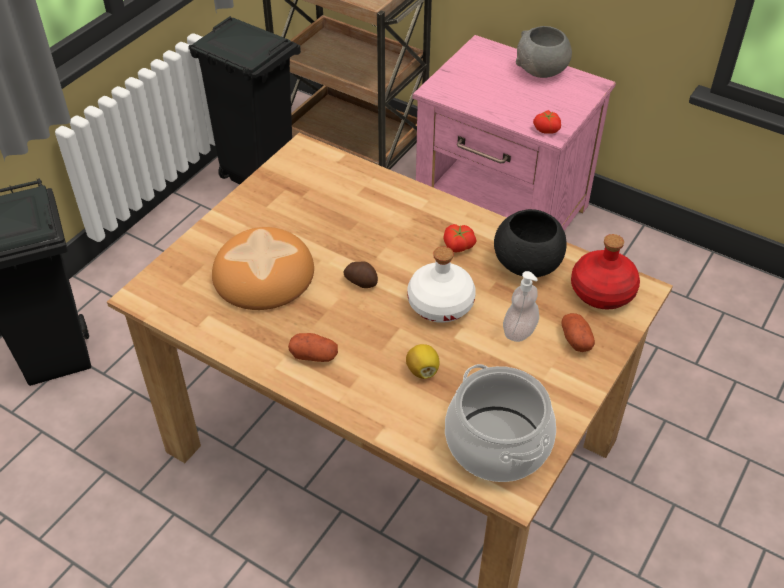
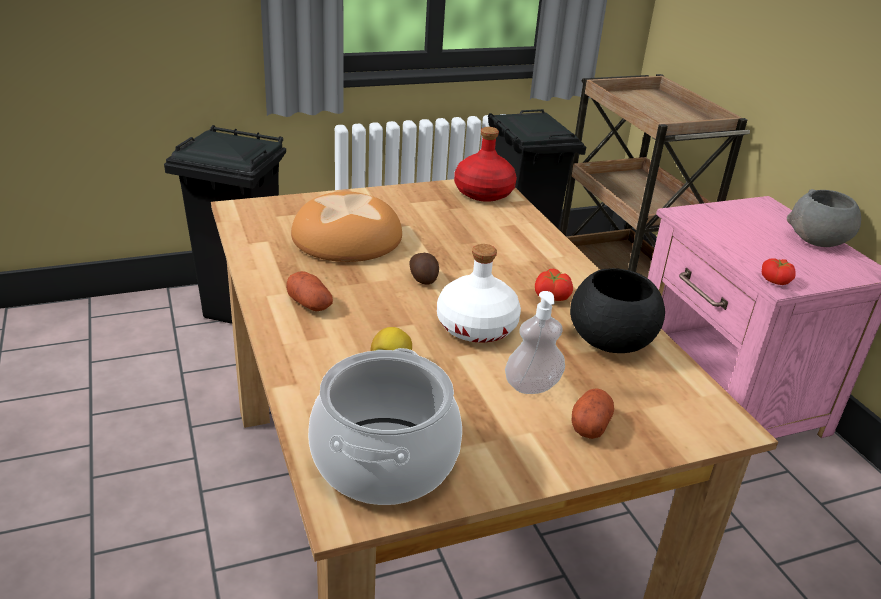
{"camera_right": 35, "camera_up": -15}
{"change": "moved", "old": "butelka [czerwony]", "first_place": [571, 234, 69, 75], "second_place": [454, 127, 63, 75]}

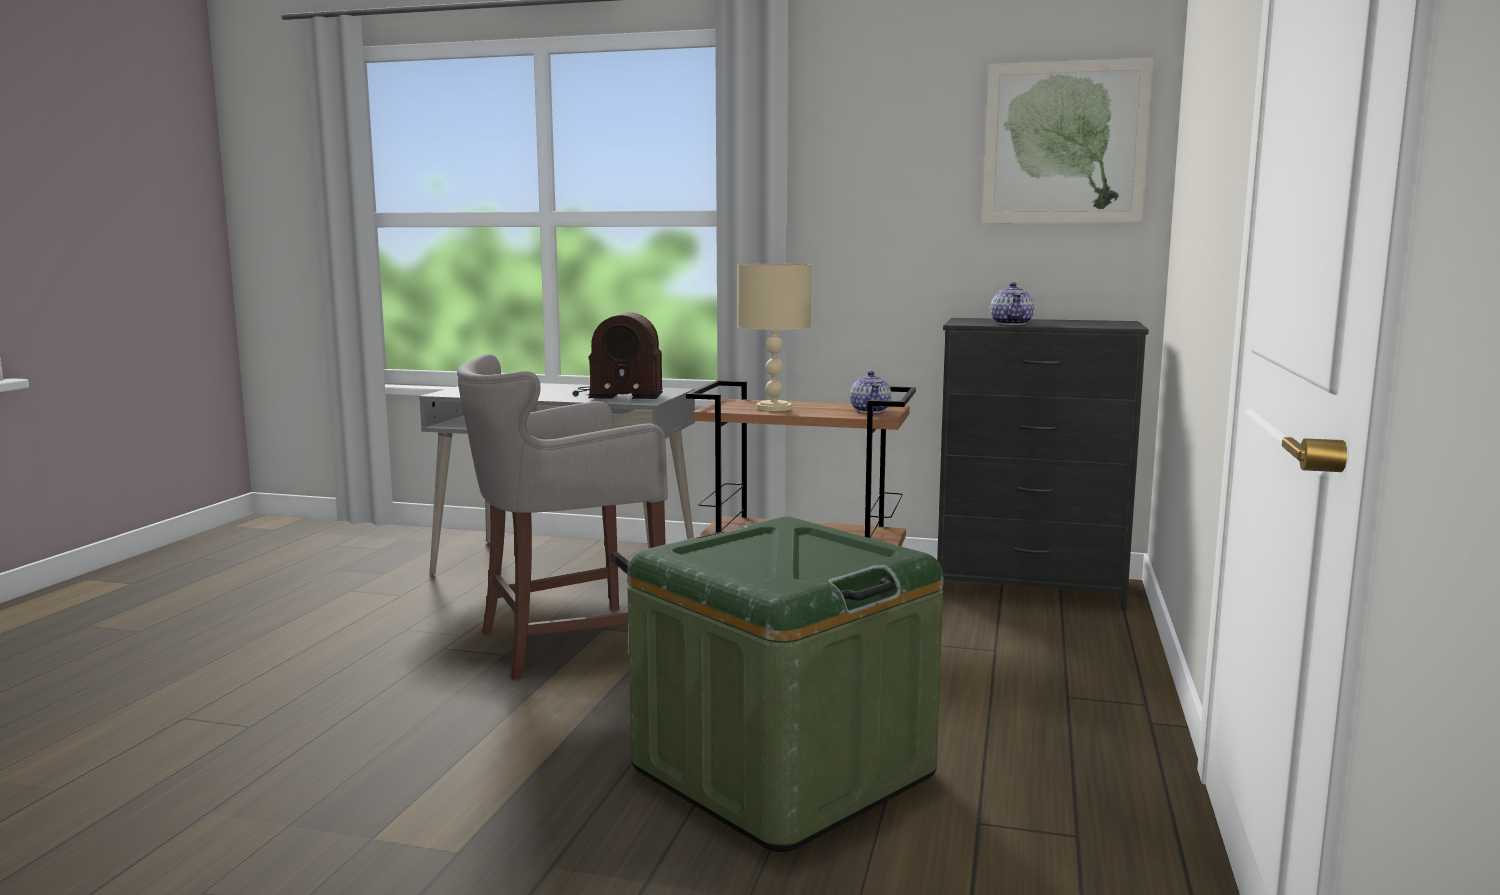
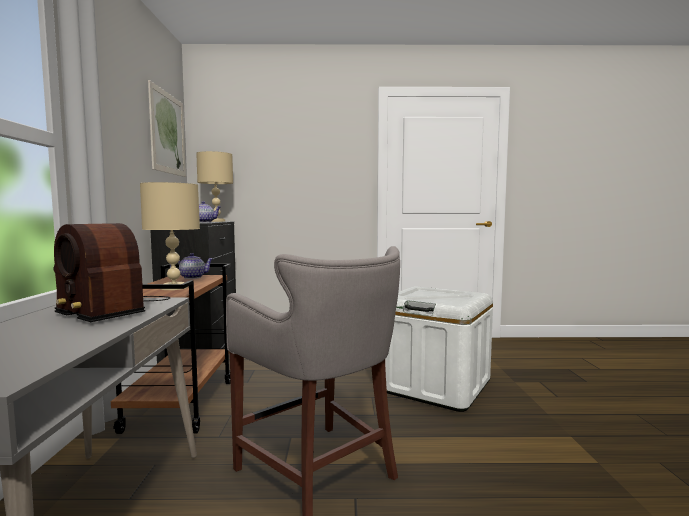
{"camera_right": -105, "camera_up": -5}
{"change": "turned", "old": "radio", "first_place": [573, 312, 90, 87], "second_place": [53, 223, 117, 99], "degrees": 135}
{"change": "recoloured", "old": "pojemnik do przechowywania [zielony]", "new": "pojemnik do przechowywania [biały]", "first_place": [627, 517, 317, 335], "second_place": [385, 286, 108, 126]}
{"change": "added", "new": "lampa stołowa [beżowy]", "second_place": [196, 151, 37, 71]}

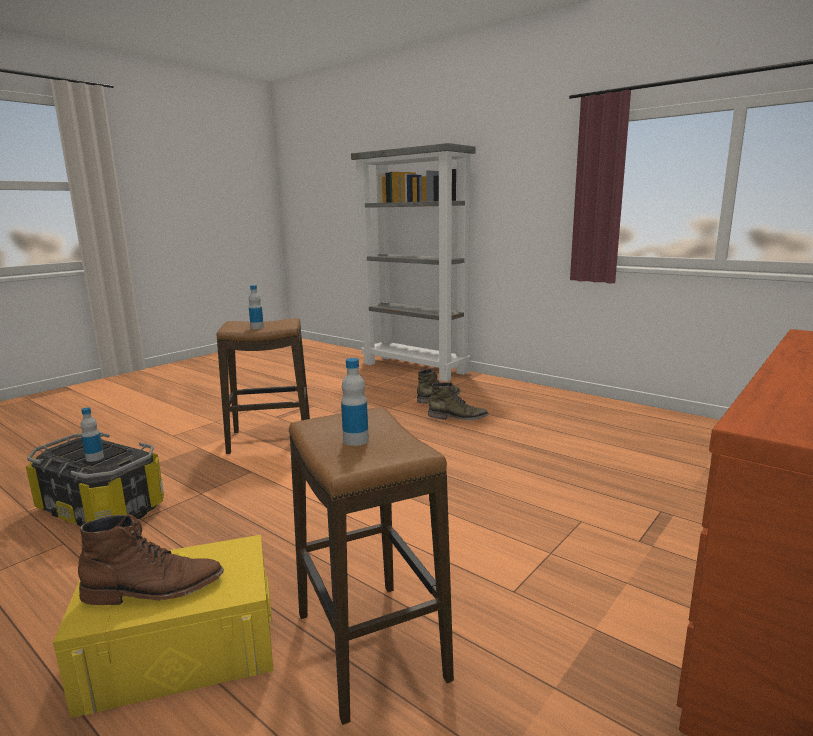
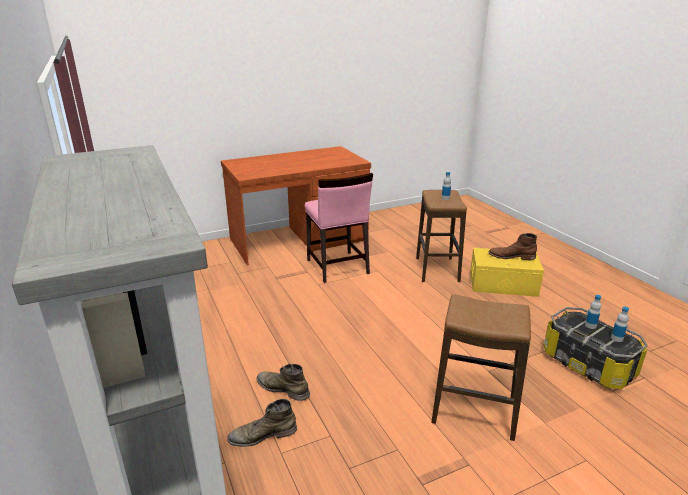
{"camera_right": -155, "camera_up": 10}
{"change": "moved", "old": "butelka", "first_place": [249, 285, 15, 44], "second_place": [611, 306, 18, 36]}
{"change": "added", "new": "krzesło [różowy]", "second_place": [305, 173, 68, 110]}

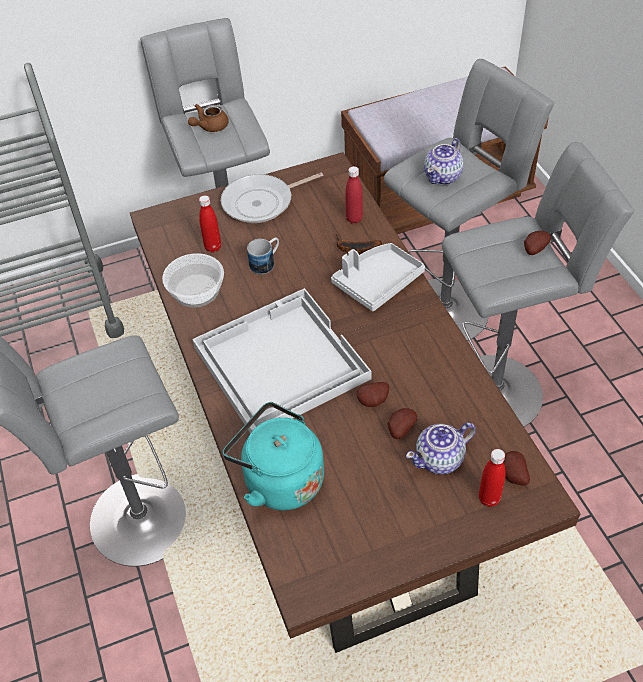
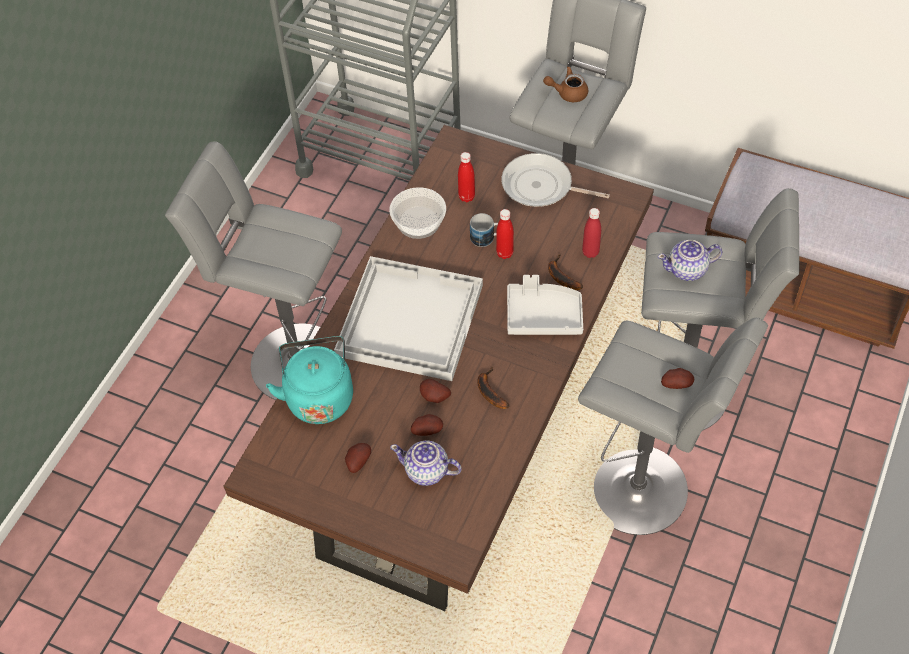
{"camera_right": 45, "camera_up": 5}
{"change": "moved", "old": "butelka [czerwony]", "first_place": [479, 449, 27, 58], "second_place": [496, 209, 18, 50]}
{"change": "moved", "old": "ziemniak", "first_place": [503, 451, 27, 35], "second_place": [345, 443, 26, 30]}
{"change": "added", "new": "banan", "second_place": [477, 367, 32, 42]}

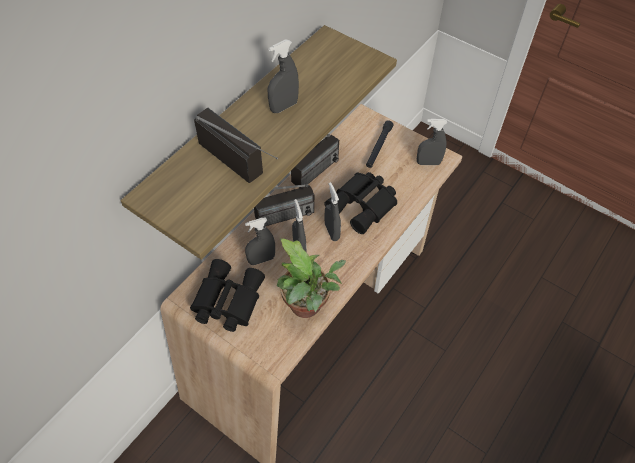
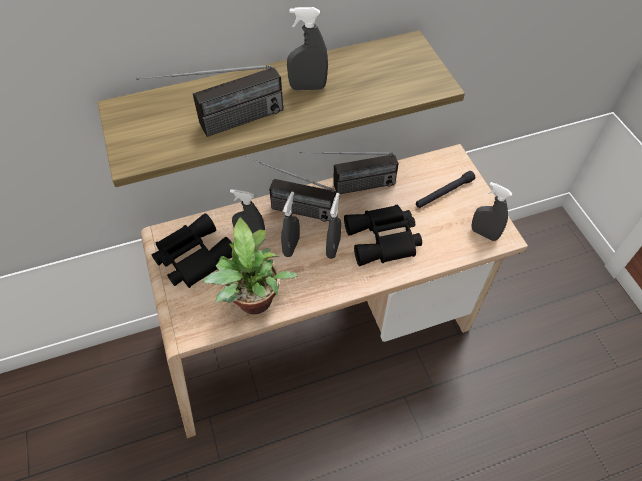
{"camera_right": 35, "camera_up": 0}
{"change": "turned", "old": "radio", "first_place": [194, 108, 84, 75], "second_place": [136, 65, 147, 72], "degrees": 75}

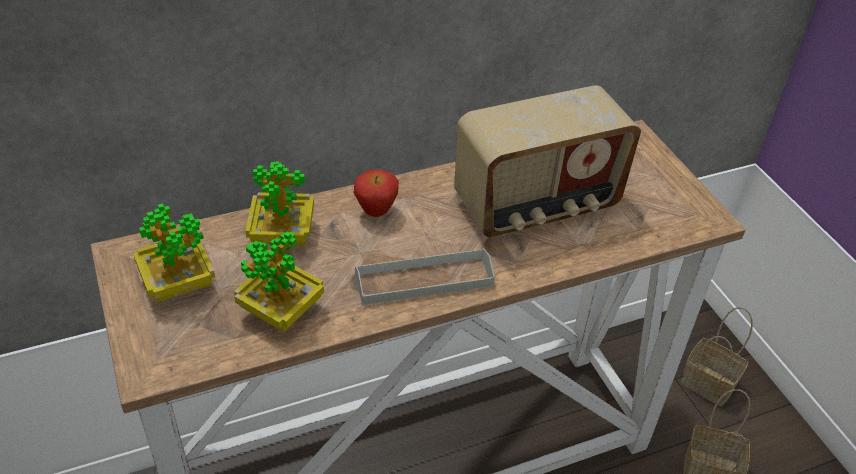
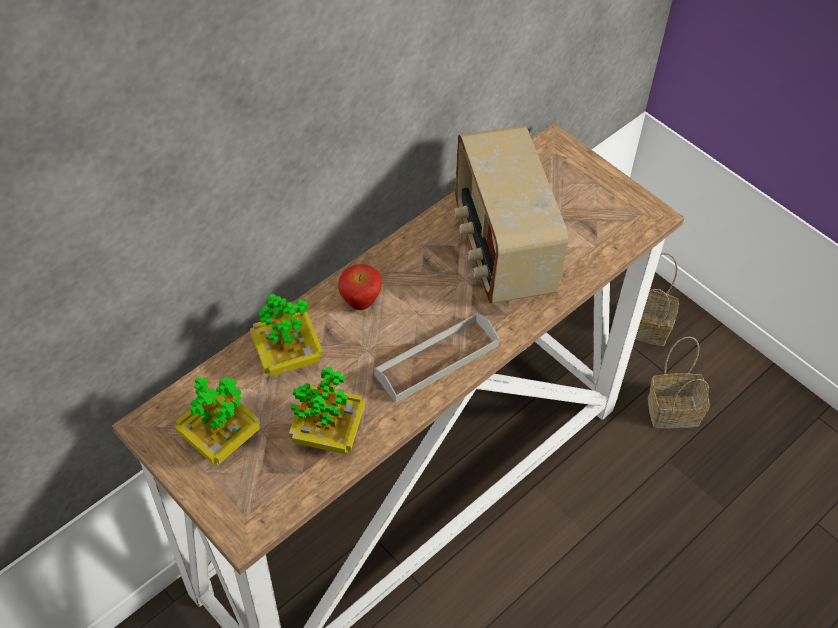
{"camera_right": -20, "camera_up": 10}
{"change": "turned", "old": "radio", "first_place": [454, 85, 187, 152], "second_place": [454, 125, 114, 179], "degrees": 120}

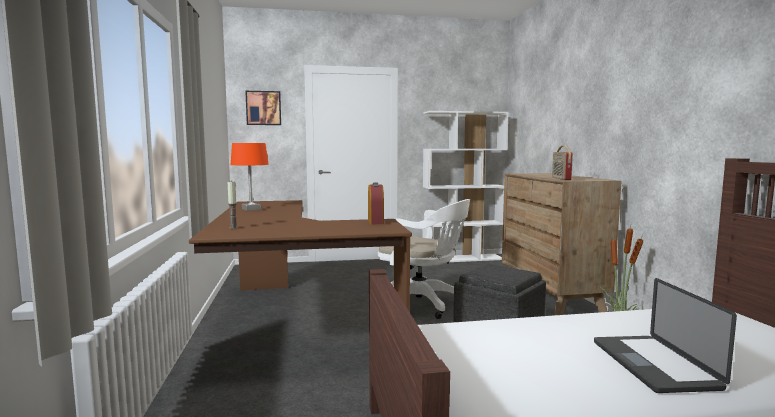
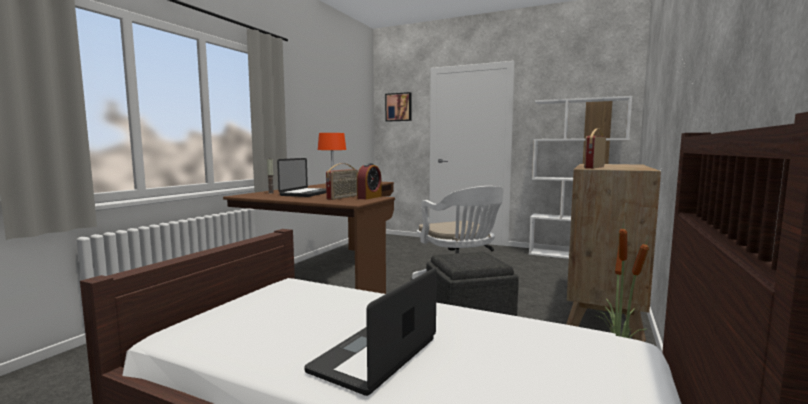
{"camera_right": 35, "camera_up": 0}
{"change": "added", "new": "laptop", "second_place": [277, 158, 49, 39]}
{"change": "added", "new": "radio", "second_place": [326, 163, 32, 37]}

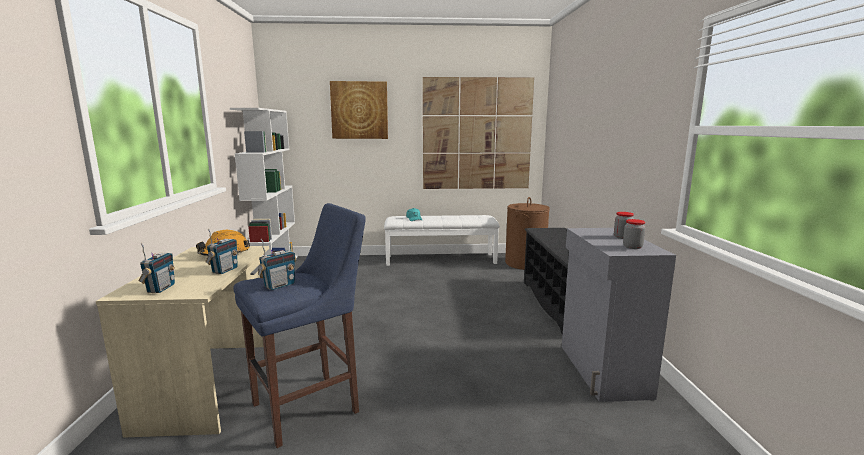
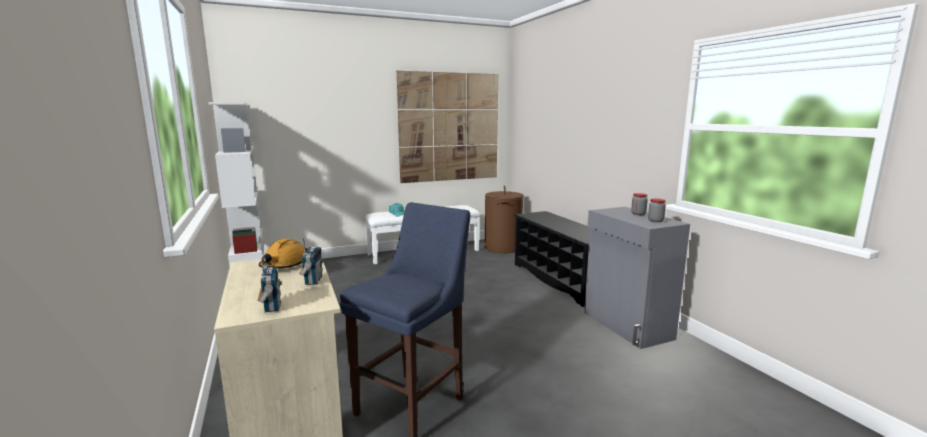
{"camera_right": -20, "camera_up": 0}
{"change": "removed", "old": "obraz", "first_place": [330, 81, 58, 58]}
{"change": "removed", "old": "radio", "first_place": [258, 239, 38, 51]}

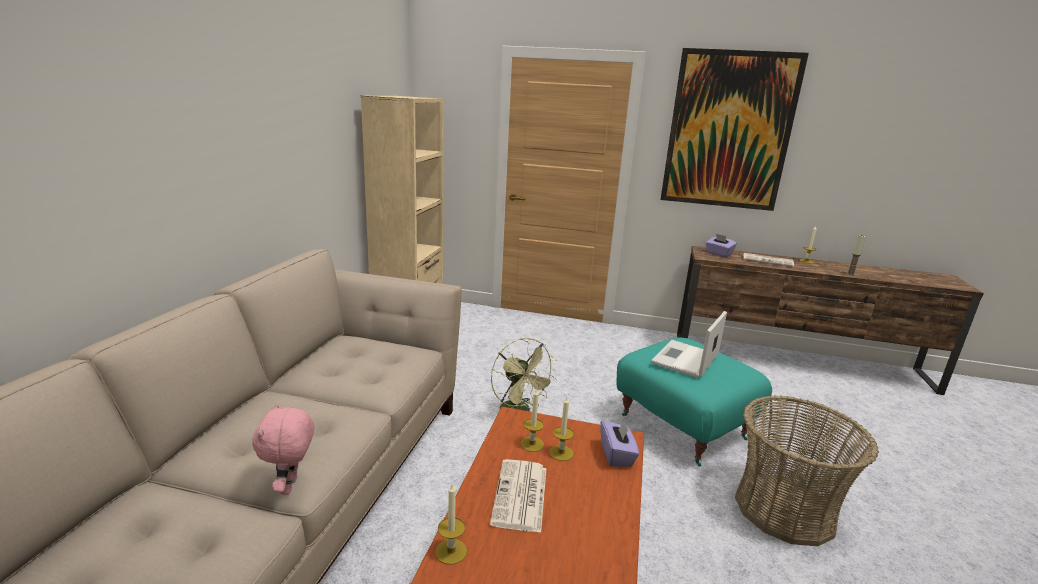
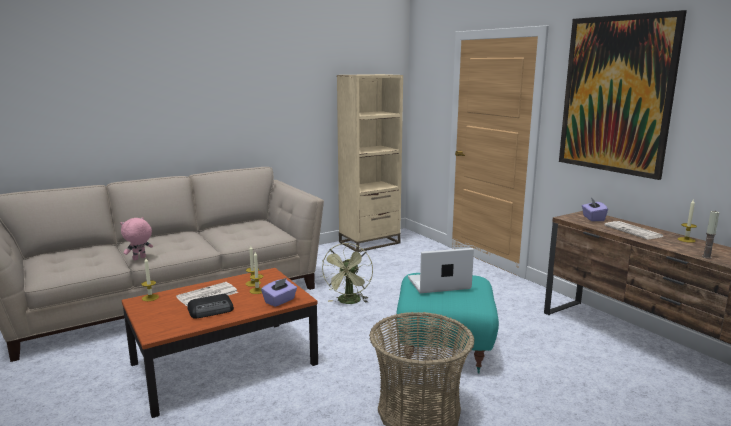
{"camera_right": 45, "camera_up": -5}
{"change": "added", "new": "radio", "second_place": [188, 294, 46, 25]}

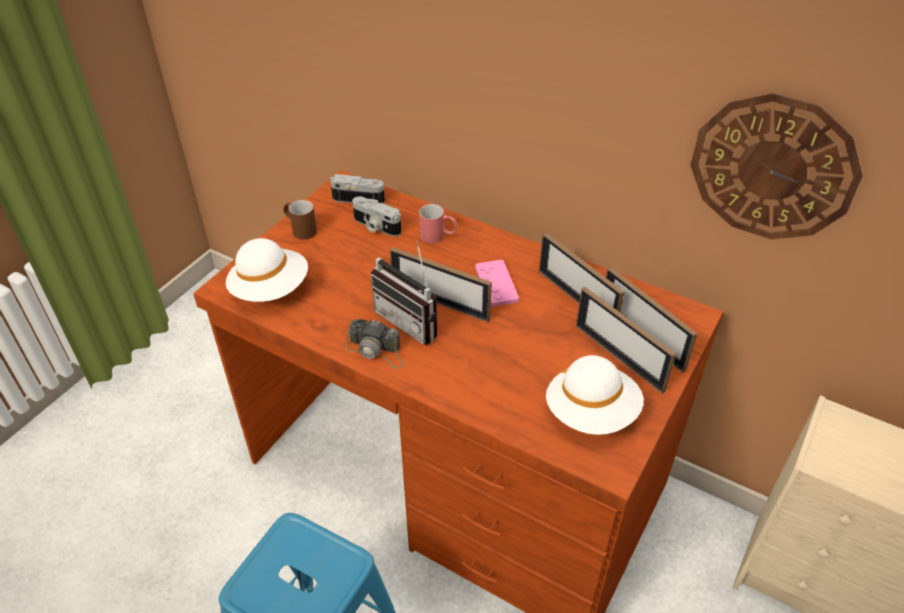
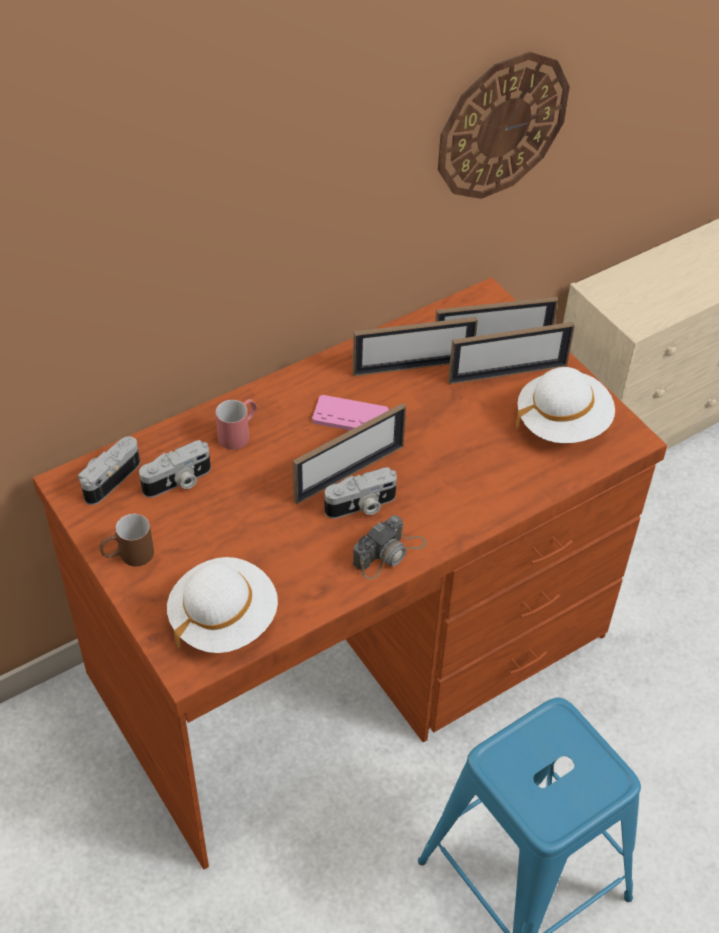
{"camera_right": -65, "camera_up": 5}
{"change": "replaced", "old": "radio", "new": "aparat fotograficzny", "first_place": [371, 241, 66, 104], "second_place": [325, 467, 72, 52]}

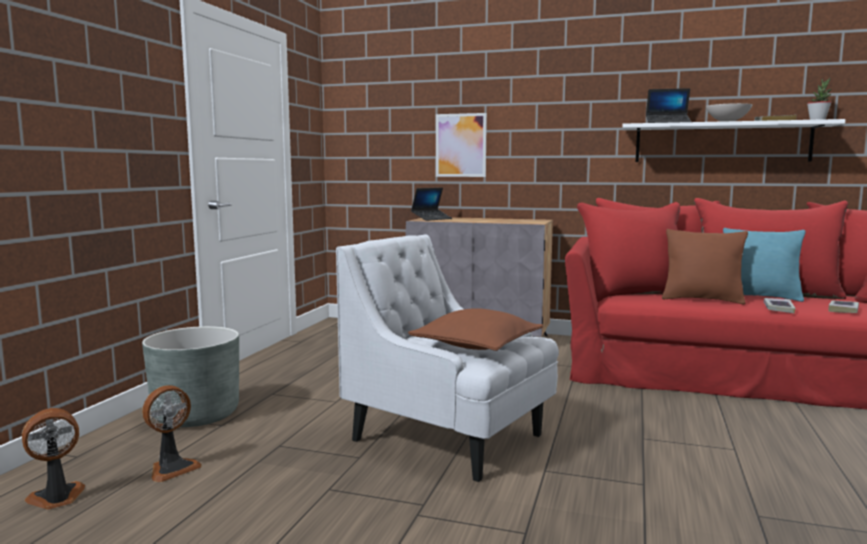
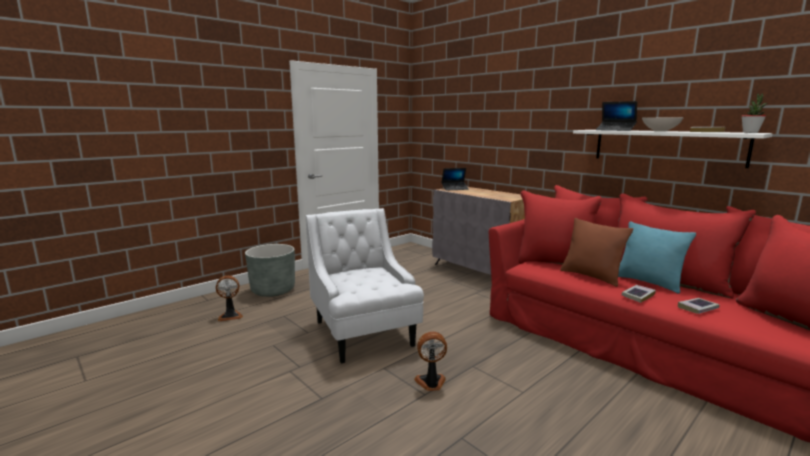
{"camera_right": 30, "camera_up": 5}
{"change": "removed", "old": "obraz", "first_place": [436, 113, 51, 64]}
{"change": "removed", "old": "poduszka [brązowy]", "first_place": [408, 308, 135, 43]}
{"change": "moved", "old": "wentylator", "first_place": [22, 408, 63, 101], "second_place": [414, 332, 33, 59]}

